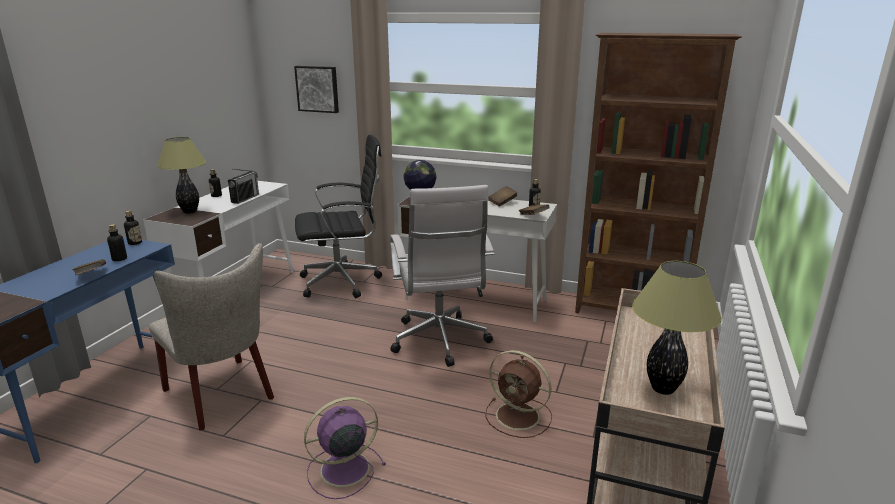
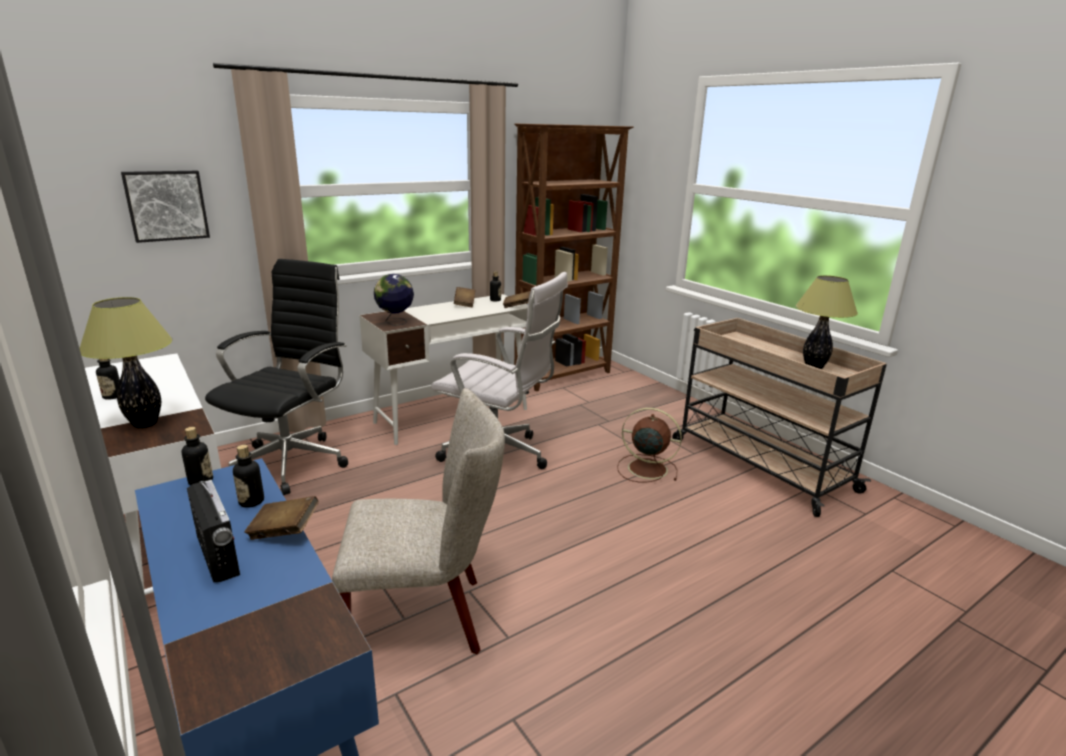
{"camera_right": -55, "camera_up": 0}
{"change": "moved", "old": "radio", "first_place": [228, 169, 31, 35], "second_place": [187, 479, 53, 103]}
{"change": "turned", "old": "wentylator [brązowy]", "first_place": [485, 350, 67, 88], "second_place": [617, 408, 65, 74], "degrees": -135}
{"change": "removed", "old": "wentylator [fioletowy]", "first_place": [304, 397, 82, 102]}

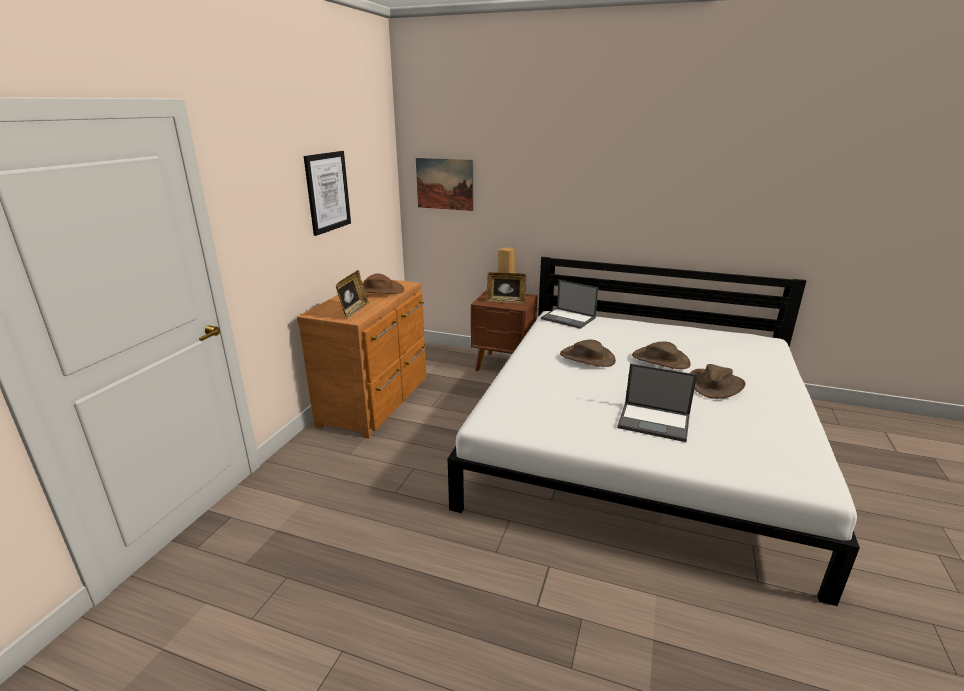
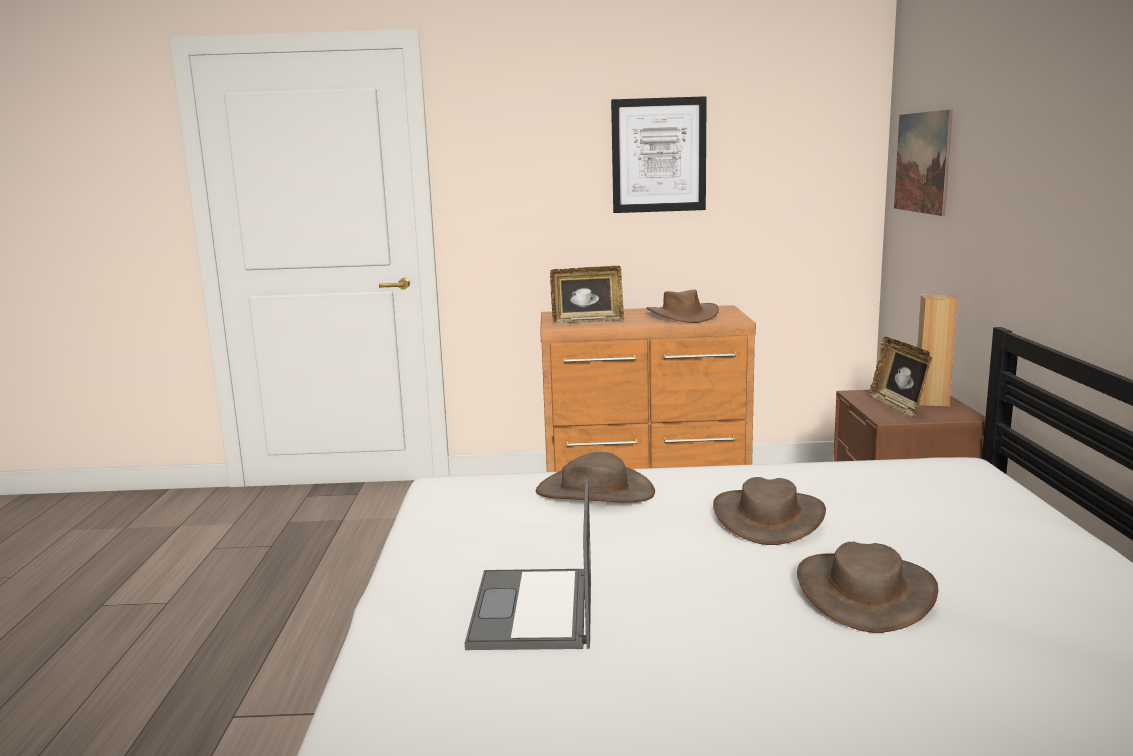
{"camera_right": 70, "camera_up": -10}
{"change": "removed", "old": "laptop", "first_place": [541, 280, 57, 49]}
{"change": "moved", "old": "kapelusz [brązowy]", "first_place": [690, 364, 56, 35], "second_place": [536, 452, 119, 51]}

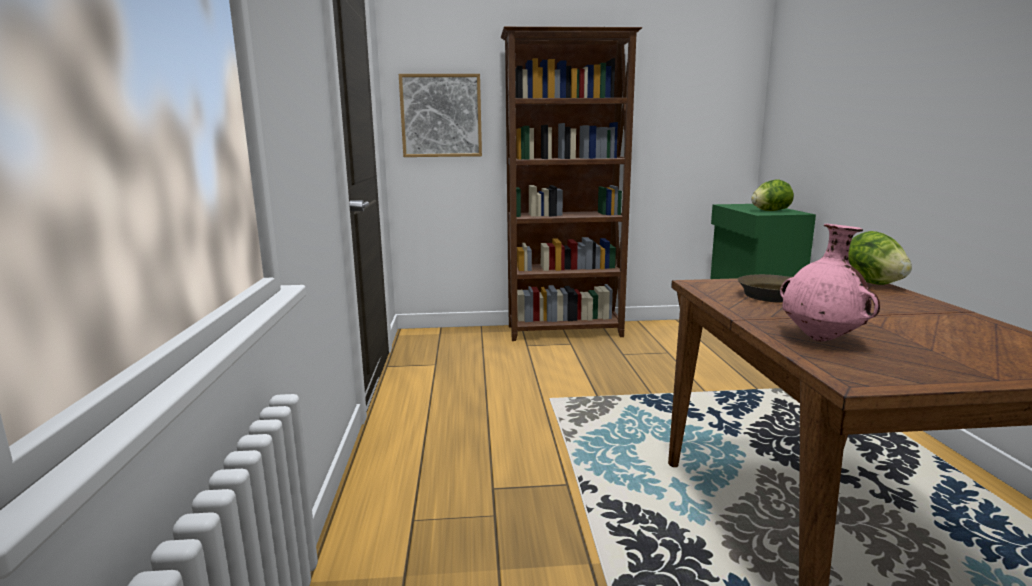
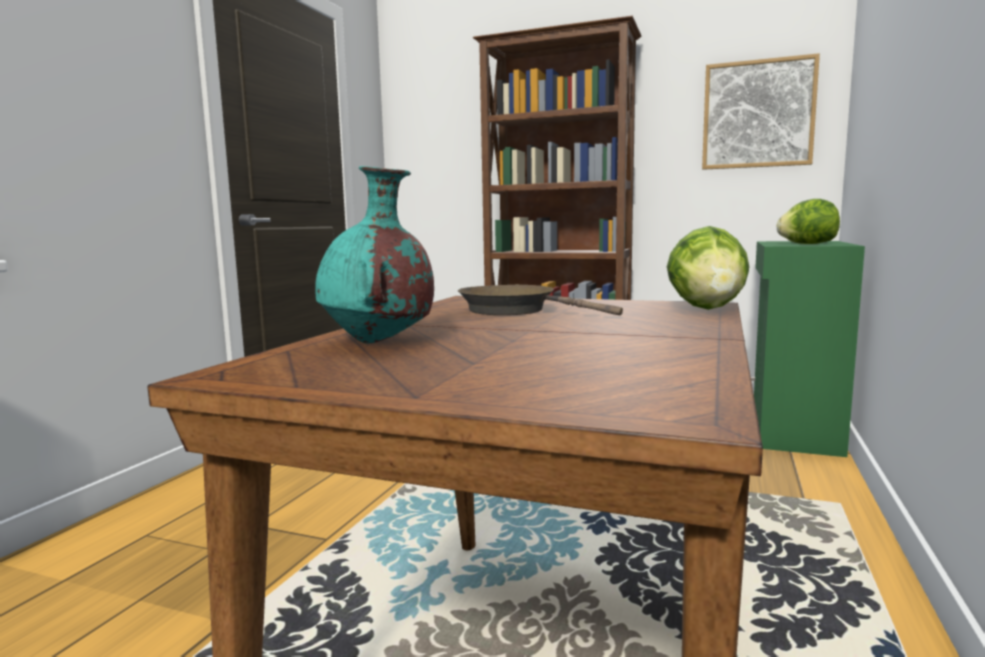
{"camera_right": 25, "camera_up": -5}
{"change": "moved", "old": "obraz", "first_place": [399, 74, 83, 83], "second_place": [702, 53, 118, 117]}
{"change": "recoloured", "old": "wazon [różowy]", "new": "wazon [turkusowy]", "first_place": [780, 224, 100, 117], "second_place": [315, 166, 119, 178]}

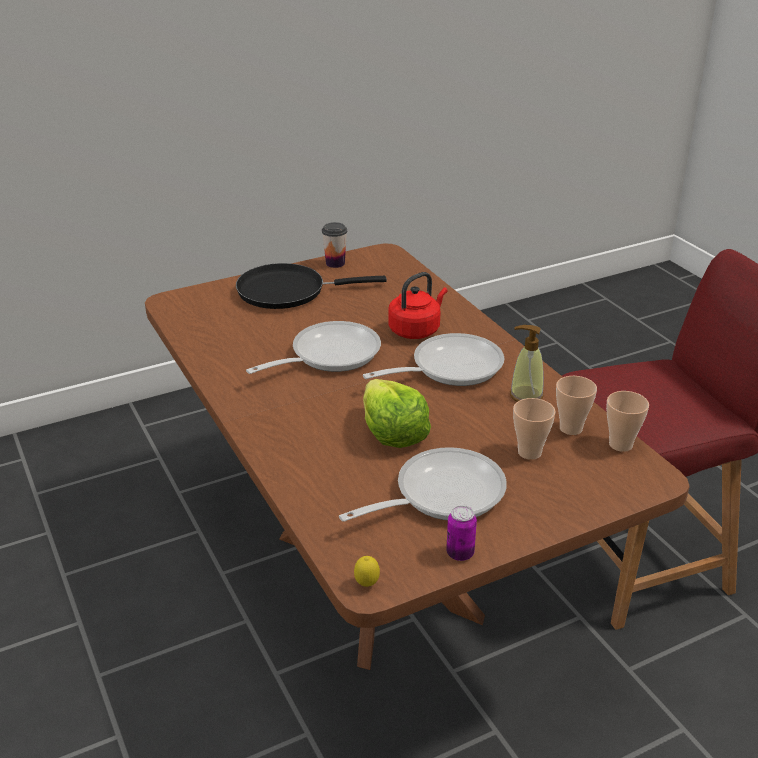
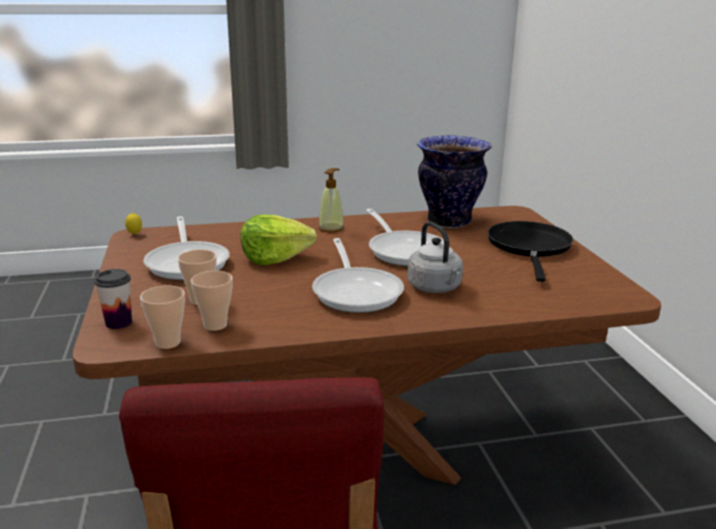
{"camera_right": 105, "camera_up": -10}
{"change": "moved", "old": "filiżanka", "first_place": [322, 222, 25, 46], "second_place": [94, 269, 38, 60]}
{"change": "recoloured", "old": "czajnik [czerwony]", "new": "czajnik [szary]", "first_place": [388, 272, 60, 67], "second_place": [407, 221, 56, 72]}
{"change": "moved", "old": "dozownik mydła", "first_place": [510, 325, 34, 77], "second_place": [318, 168, 26, 65]}
{"change": "removed", "old": "puszka", "first_place": [446, 506, 31, 55]}
{"change": "added", "new": "wazon", "second_place": [417, 136, 75, 92]}

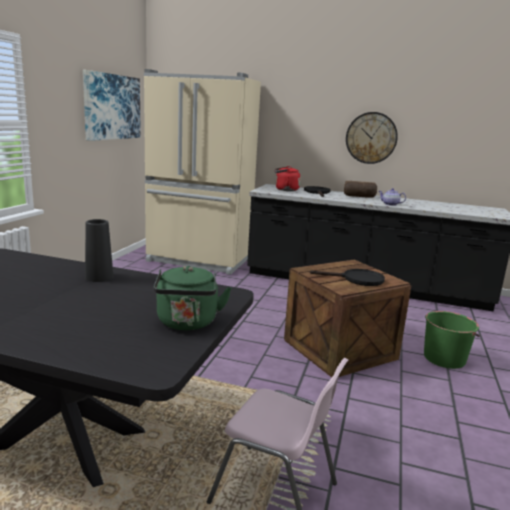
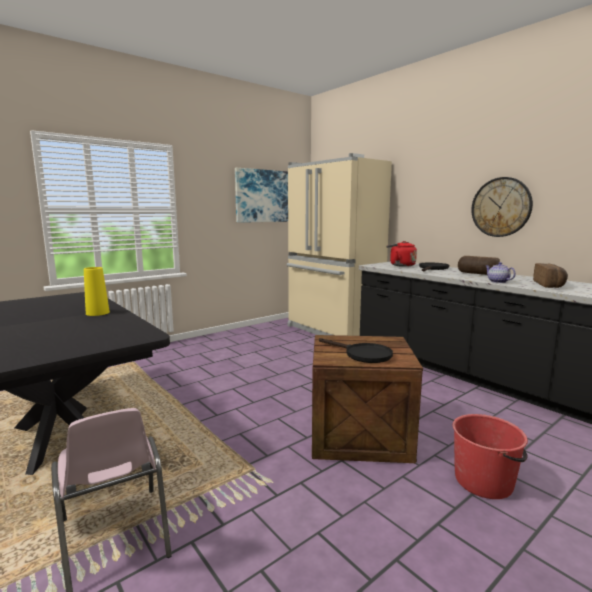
{"camera_right": 35, "camera_up": -5}
{"change": "recoloured", "old": "wazon [czarny]", "new": "wazon [żółty]", "first_place": [85, 219, 29, 63], "second_place": [84, 267, 26, 49]}
{"change": "removed", "old": "czajnik [zielony]", "first_place": [154, 266, 78, 64]}
{"change": "recoloured", "old": "wiadro [zielony]", "new": "wiadro [czerwony]", "first_place": [424, 311, 56, 58], "second_place": [453, 414, 75, 85]}
{"change": "added", "new": "chleb", "second_place": [533, 263, 35, 25]}

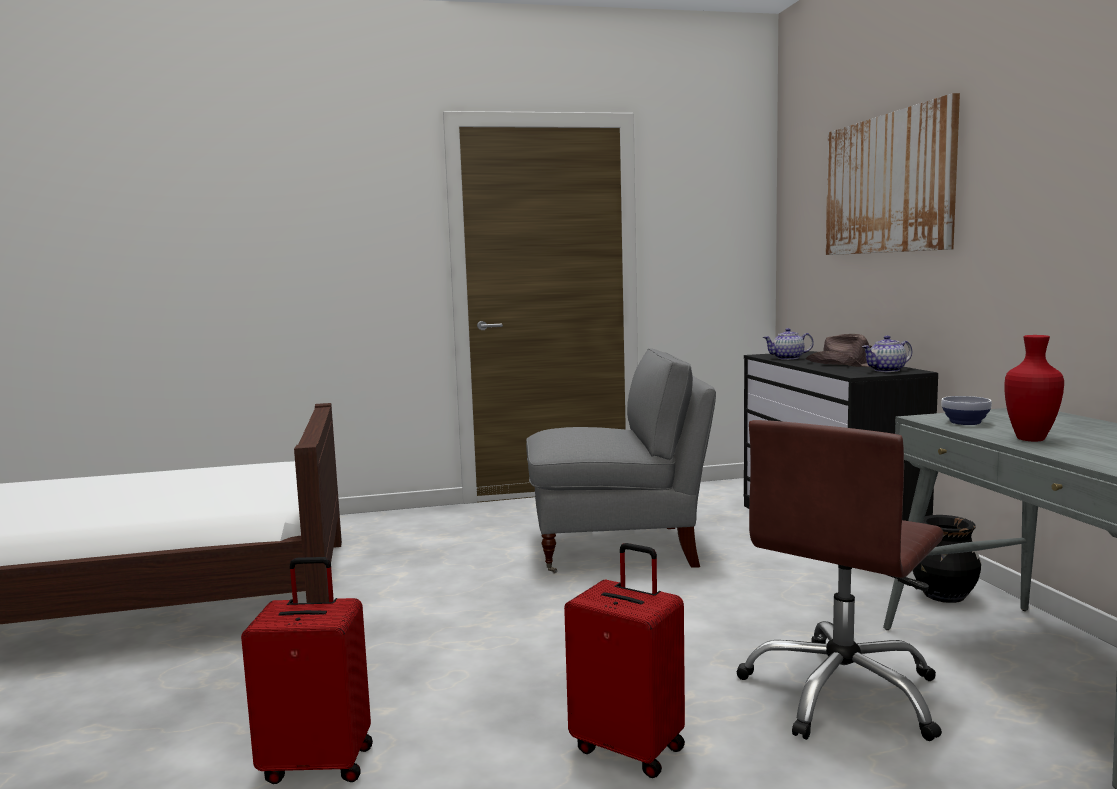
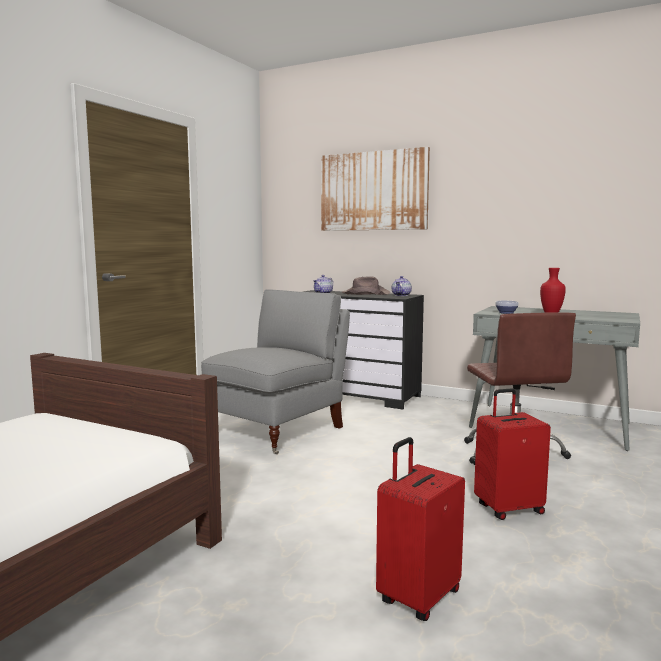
{"camera_right": -50, "camera_up": 0}
{"change": "removed", "old": "wazon [czarny]", "first_place": [913, 515, 68, 88]}

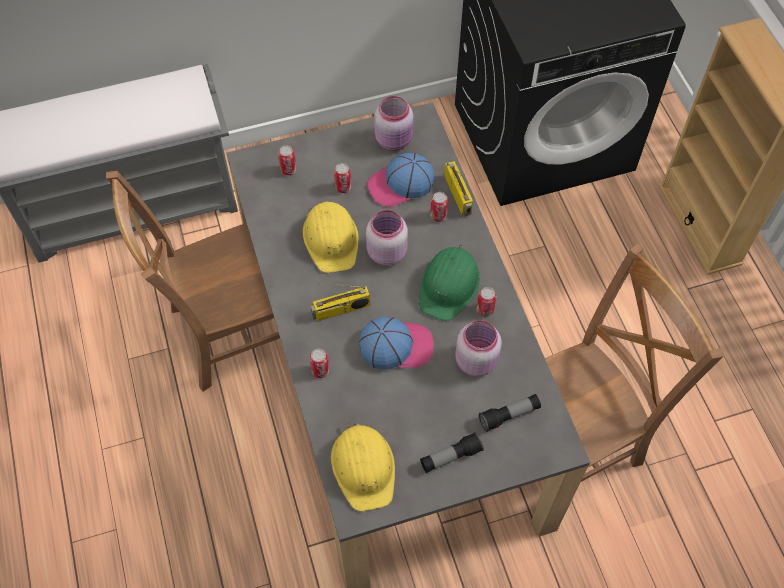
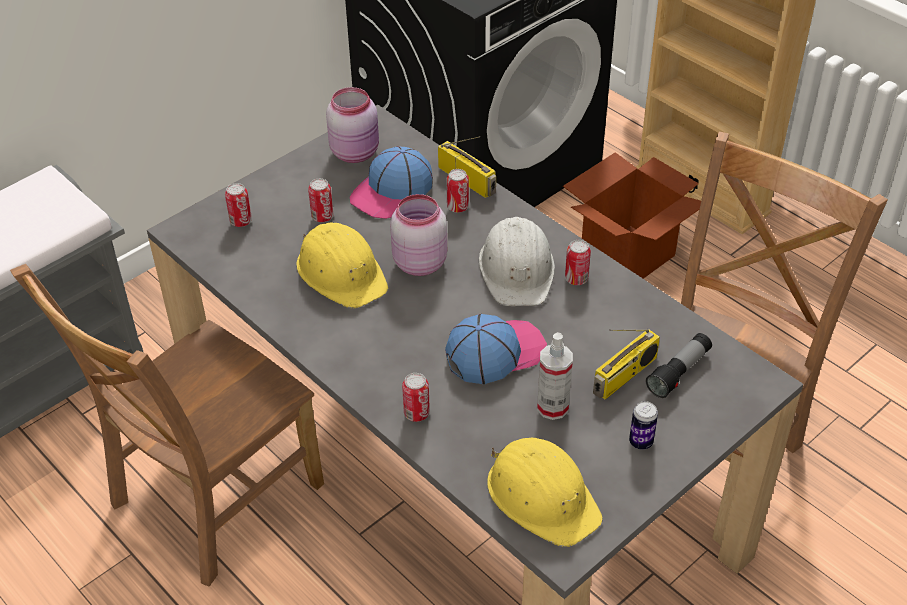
{"camera_right": -25, "camera_up": -15}
{"change": "recoloured", "old": "kask [zielony]", "new": "kask [biały]", "first_place": [419, 244, 61, 77], "second_place": [479, 217, 76, 89]}
{"change": "moved", "old": "radio", "first_place": [310, 282, 60, 39], "second_place": [593, 329, 67, 71]}
{"change": "removed", "old": "słoik [różowy]", "first_place": [455, 320, 47, 57]}
{"change": "replaced", "old": "latarka", "new": "puszka", "first_place": [420, 432, 64, 41], "second_place": [629, 401, 29, 49]}
{"change": "added", "new": "karton", "second_place": [563, 152, 138, 127]}
{"change": "added", "new": "spryskiwacz", "second_place": [537, 332, 36, 88]}

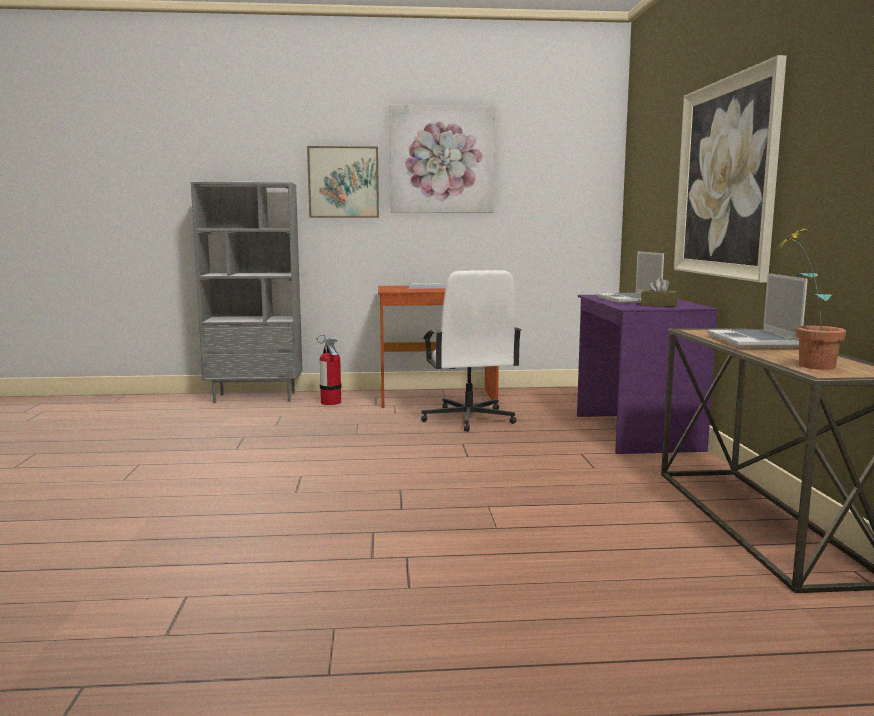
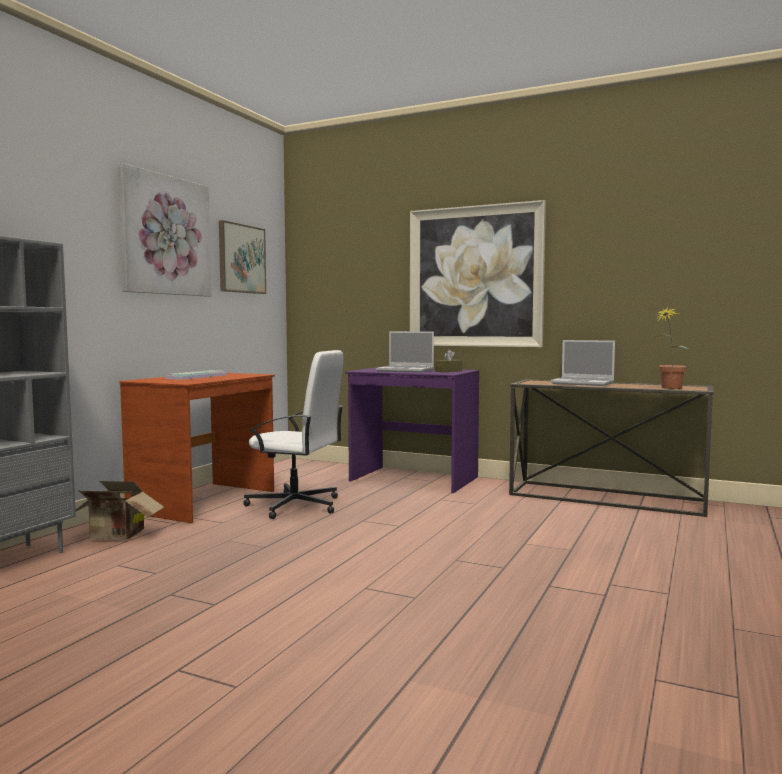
{"camera_right": -60, "camera_up": -5}
{"change": "moved", "old": "obraz", "first_place": [307, 146, 72, 72], "second_place": [219, 220, 47, 74]}
{"change": "replaced", "old": "gaśnica", "new": "karton", "first_place": [317, 335, 25, 70], "second_place": [75, 481, 89, 59]}

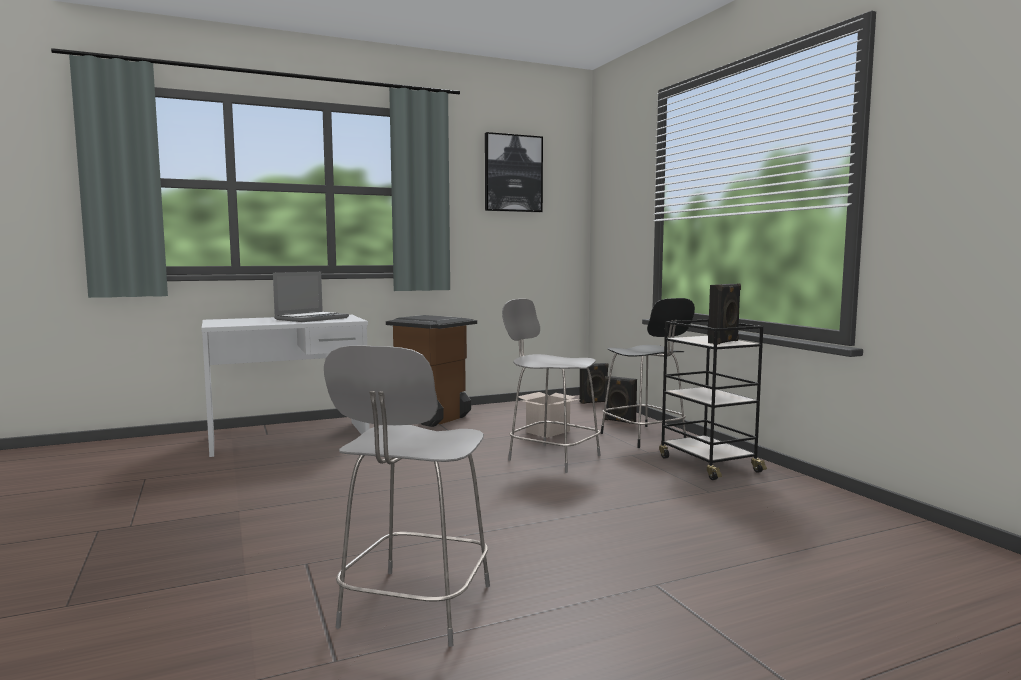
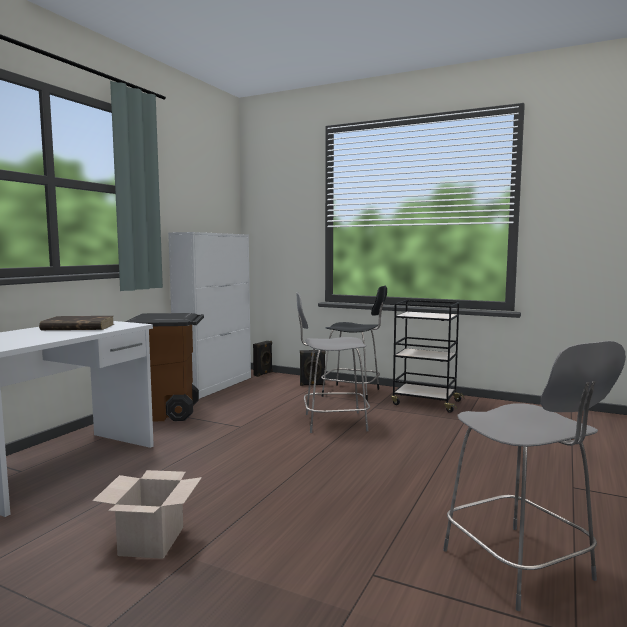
{"camera_right": -40, "camera_up": 0}
{"change": "removed", "old": "obraz", "first_place": [485, 132, 58, 80]}
{"change": "replaced", "old": "laptop", "new": "książka [brązowy]", "first_place": [273, 272, 76, 50], "second_place": [39, 316, 75, 14]}
{"change": "removed", "old": "głośnik [czarny]", "first_place": [708, 283, 33, 61]}
{"change": "moved", "old": "karton", "first_place": [518, 392, 62, 46], "second_place": [92, 470, 110, 89]}
{"change": "added", "new": "szafka [biały]", "second_place": [168, 232, 83, 167]}

